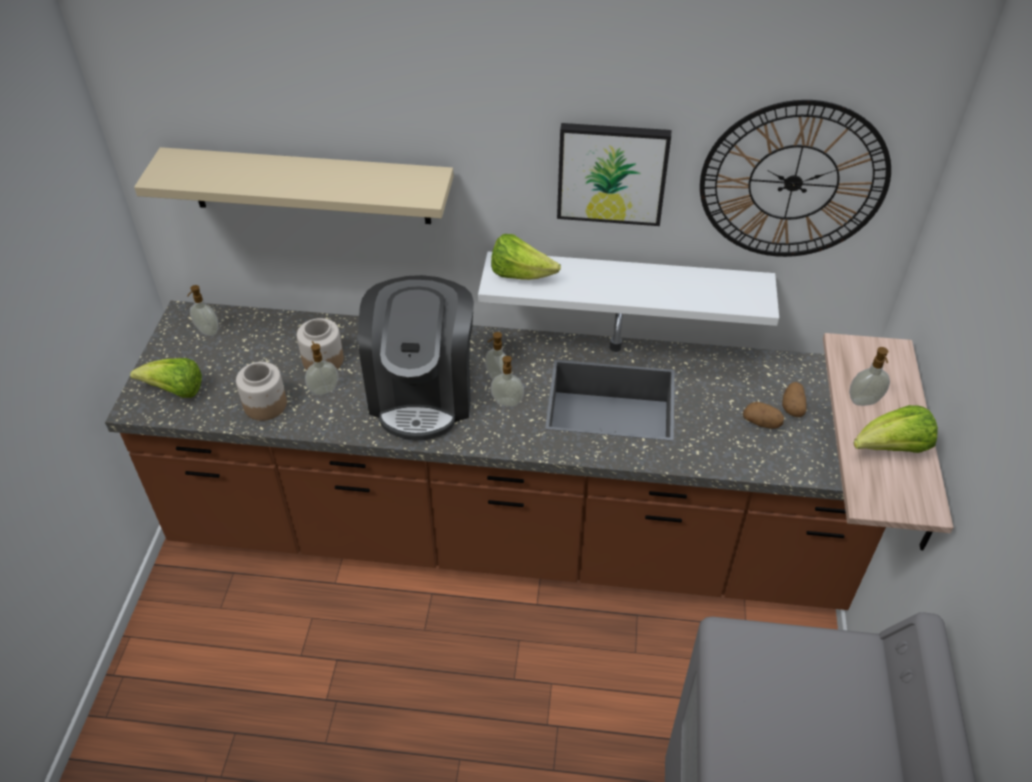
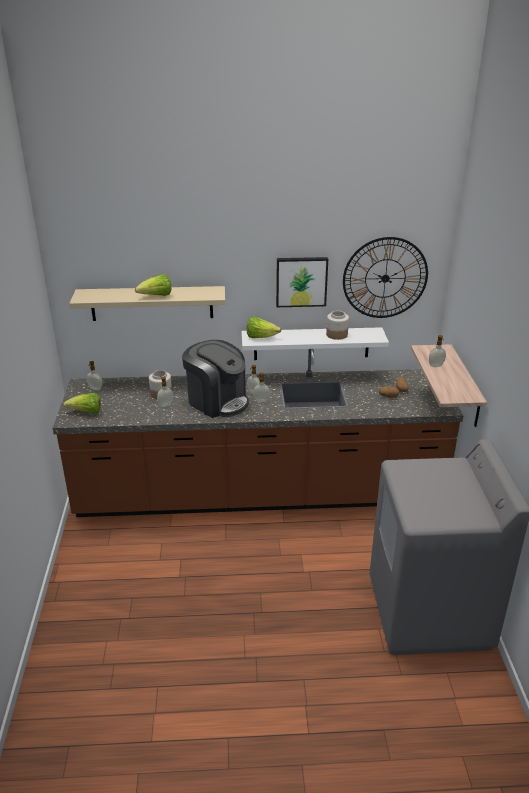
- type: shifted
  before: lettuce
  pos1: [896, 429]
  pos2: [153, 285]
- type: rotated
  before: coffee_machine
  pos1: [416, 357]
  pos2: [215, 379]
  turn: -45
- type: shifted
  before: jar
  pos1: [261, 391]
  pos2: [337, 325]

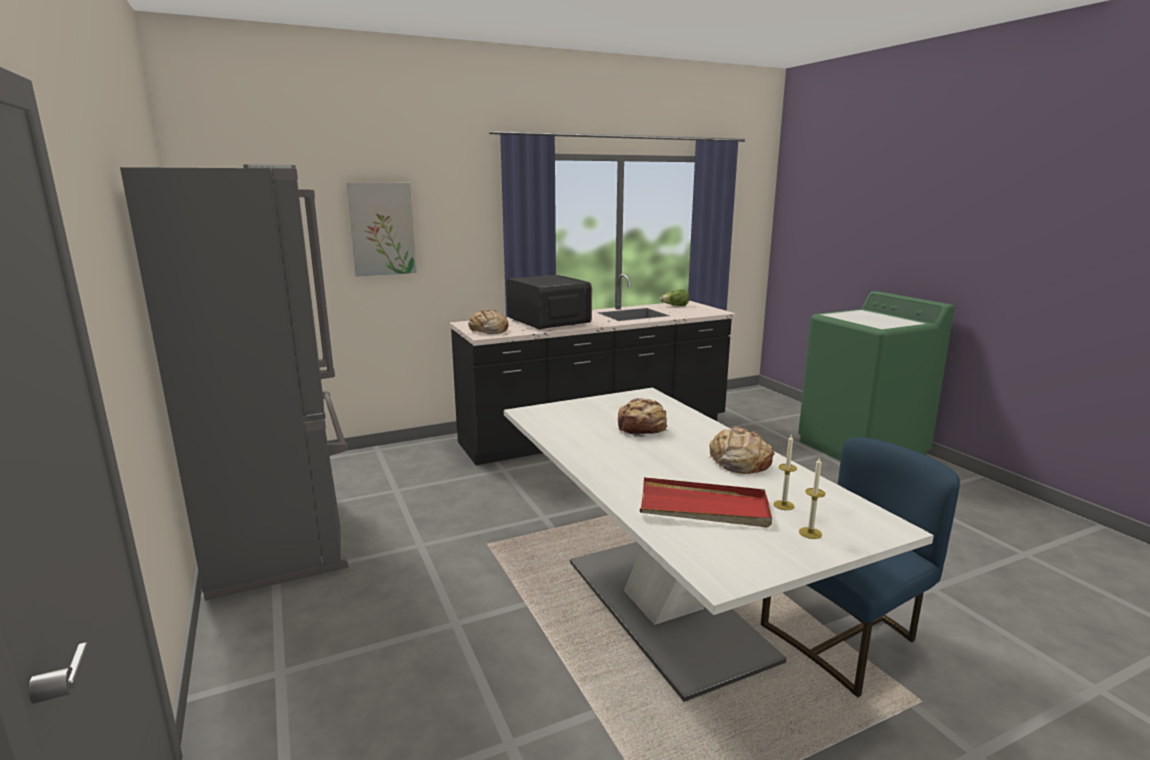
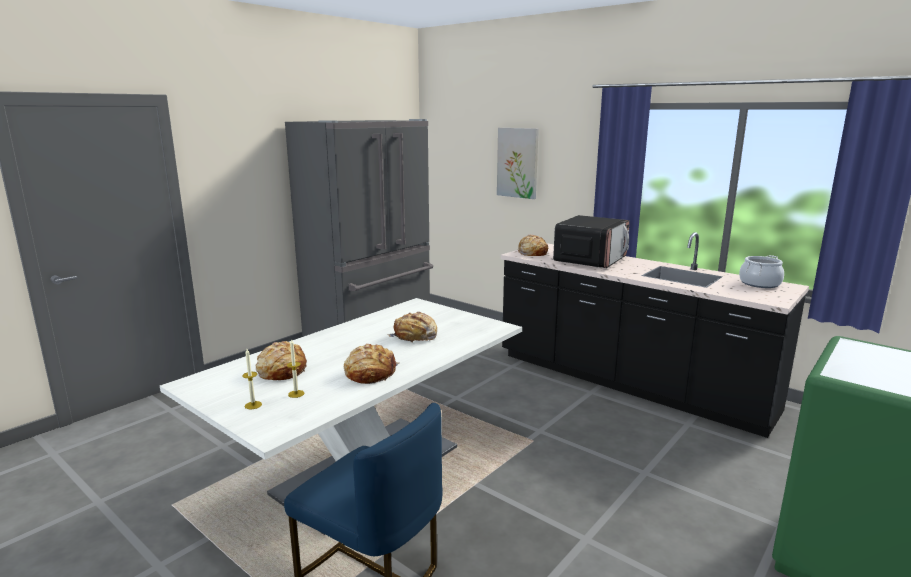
- type: swapped
  before: red_tray
  after: bread
  pos1: [706, 502]
  pos2: [281, 360]
- type: swapped
  before: lettuce
  after: cooking_pot
  pos1: [674, 297]
  pos2: [761, 271]

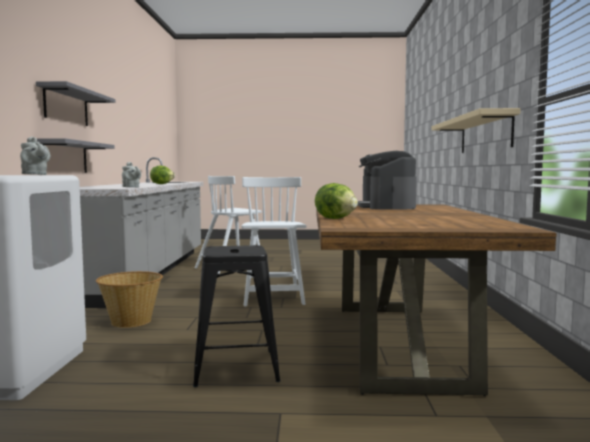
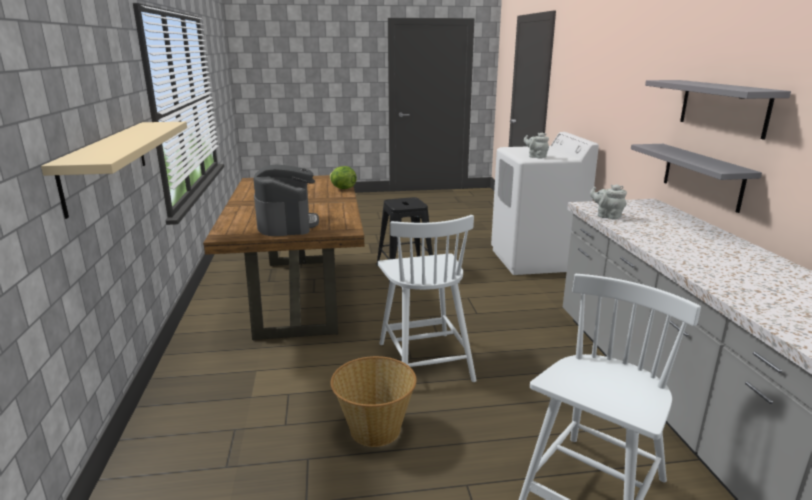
- type: shifted
  before: basket
  pos1: [129, 299]
  pos2: [373, 401]
- type: gone
  before: lettuce
  pos1: [162, 175]

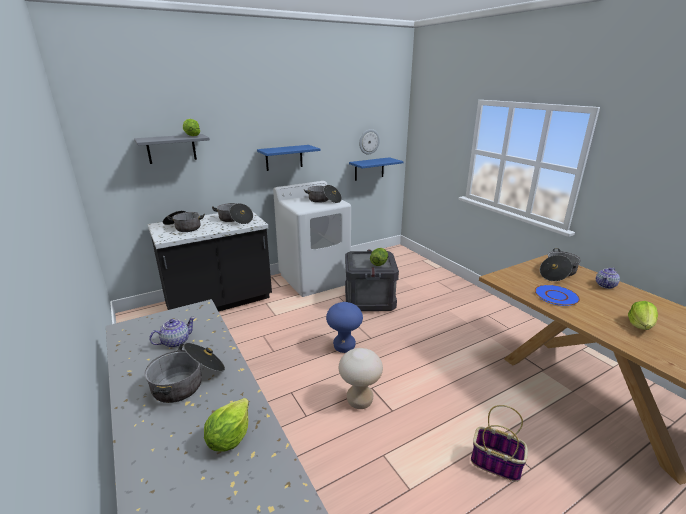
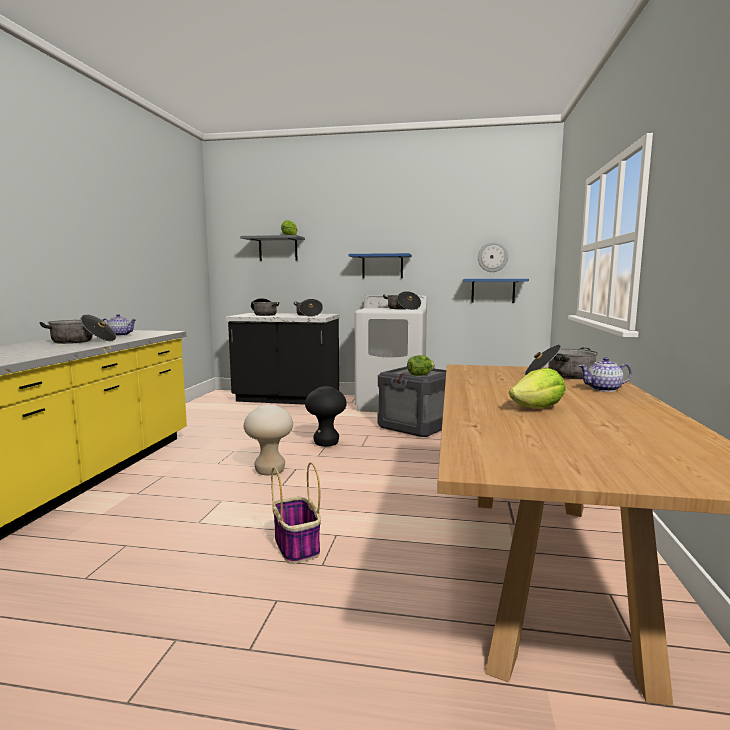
- type: repainted
  before: blue_stool
  after: black_stool
  pos1: [344, 327]
  pos2: [326, 416]
- type: gone
  before: lettuce
  pos1: [226, 425]
- type: gone
  before: blue_plate
  pos1: [557, 295]

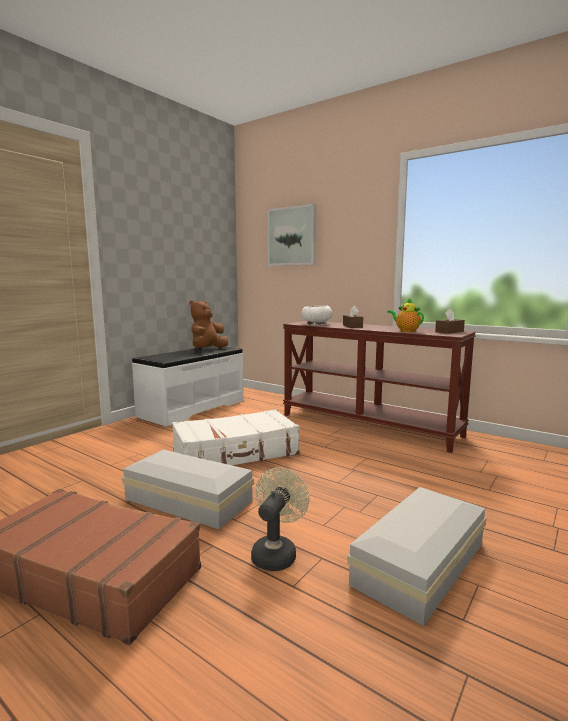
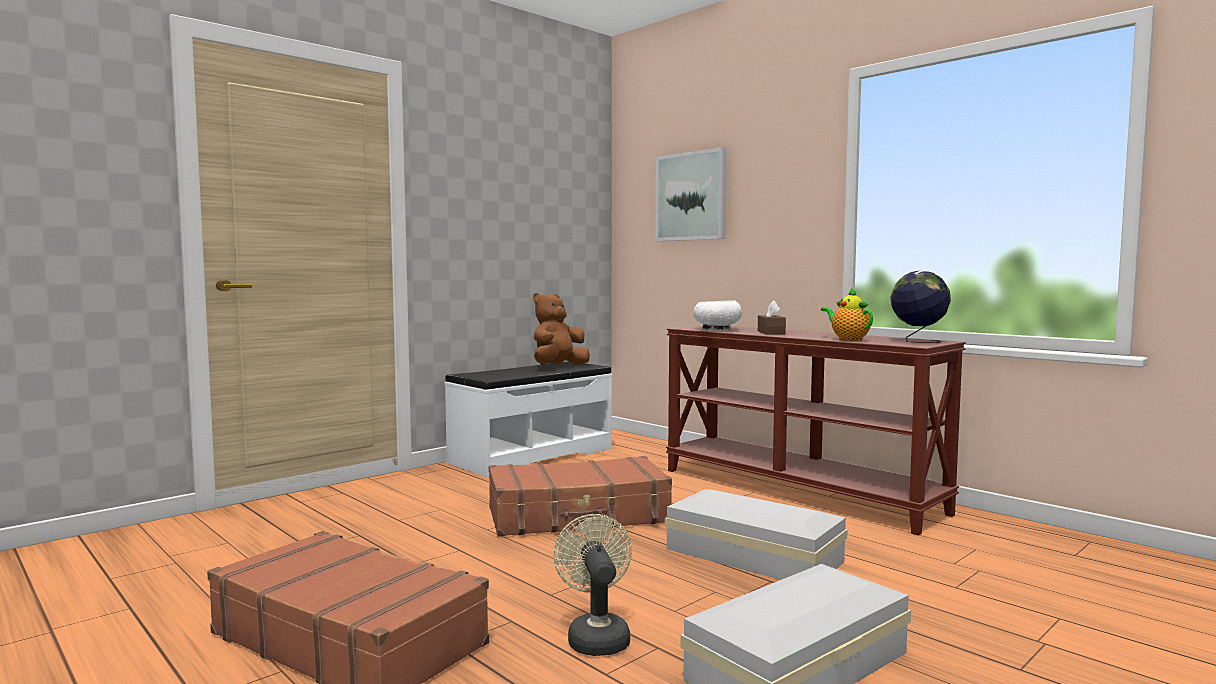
- type: repainted
  before: white_suitcase
  after: brown_suitcase
  pos1: [235, 437]
  pos2: [580, 496]
- type: rotated
  before: beige_fan
  pos1: [280, 519]
  pos2: [592, 585]
  turn: -45
- type: shifted
  before: white_storage_box
  pos1: [188, 489]
  pos2: [756, 534]
- type: swapped
  before: brown_tissue_box
  after: globe
  pos1: [450, 321]
  pos2: [920, 307]

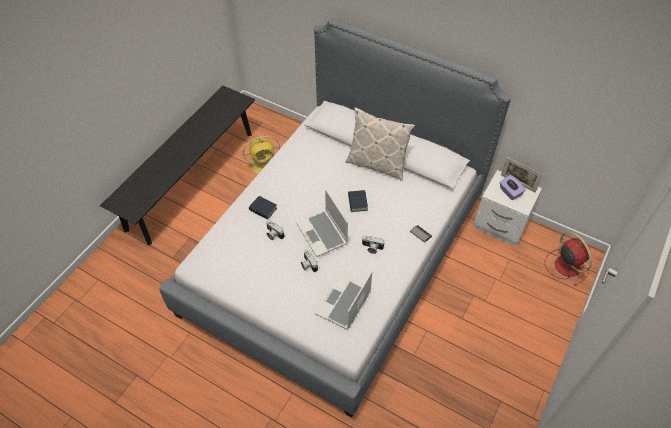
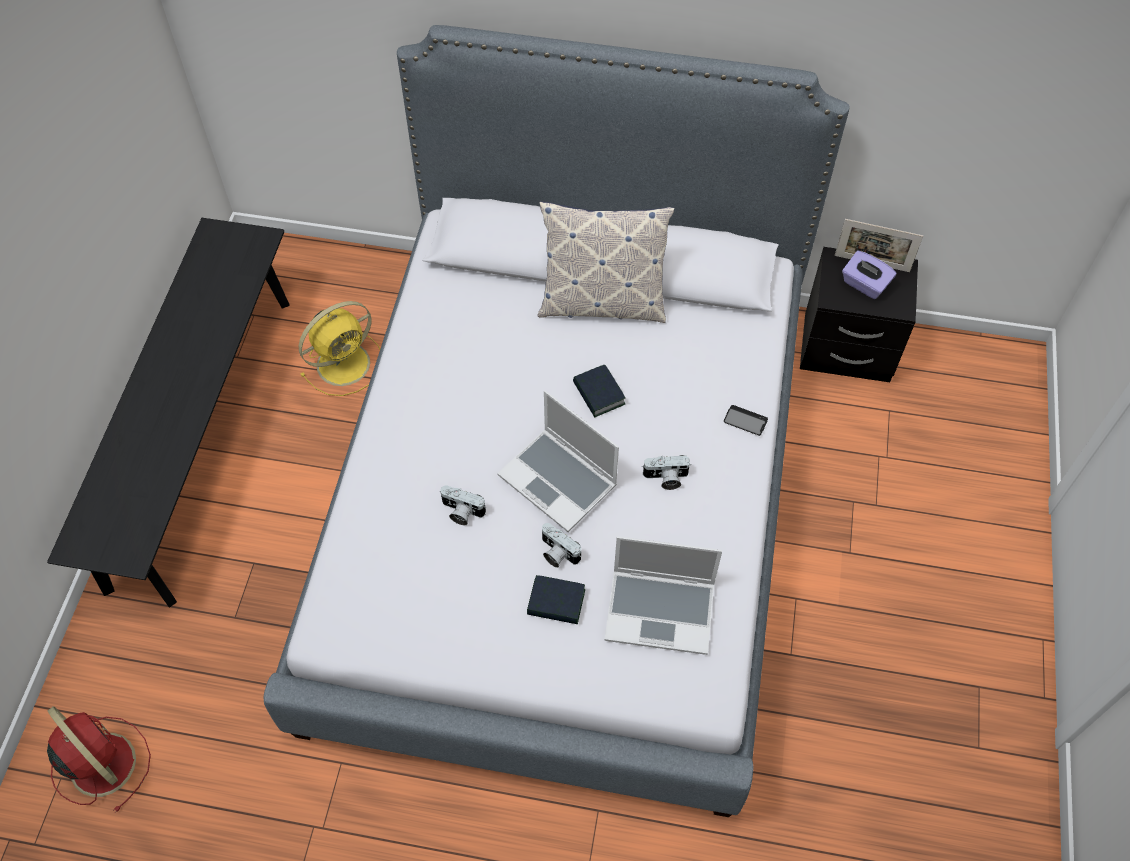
- type: shifted
  before: red_fan
  pos1: [568, 259]
  pos2: [99, 759]
- type: shifted
  before: book
  pos1: [263, 208]
  pos2: [556, 599]
- type: rotated
  before: laptop
  pos1: [343, 300]
  pos2: [663, 595]
  turn: -90
- type: repainted
  before: white_nightstand
  after: black_nightstand
  pos1: [507, 208]
  pos2: [859, 314]

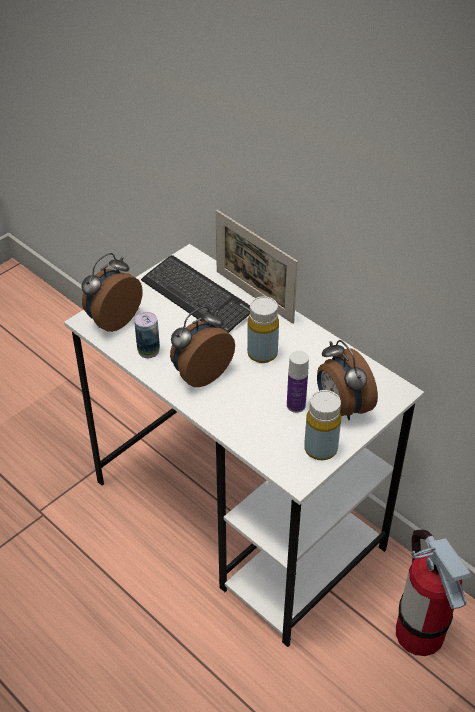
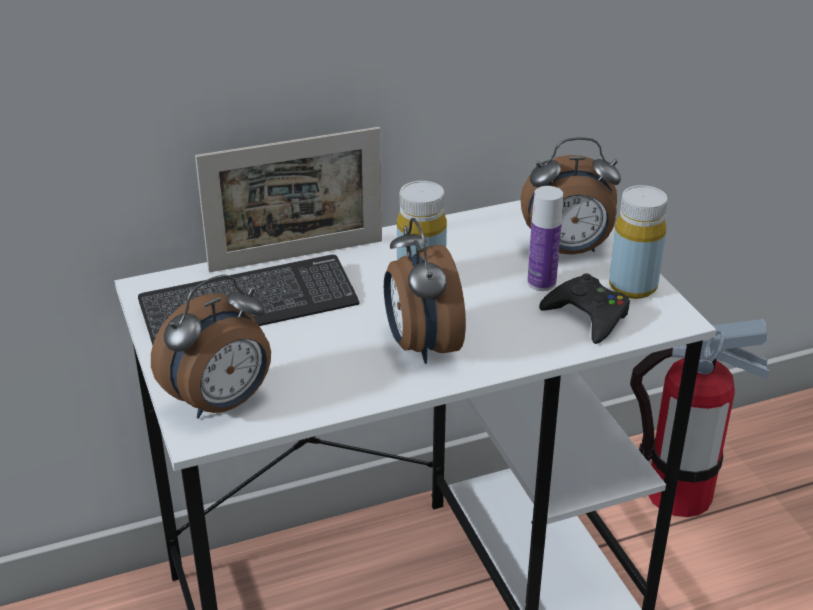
- type: rotated
  before: alarm_clock
  pos1: [112, 292]
  pos2: [211, 346]
  turn: -105
- type: new
  after: black_game_controller
  pos2: [584, 309]
- type: gone
  before: can
  pos1: [147, 335]

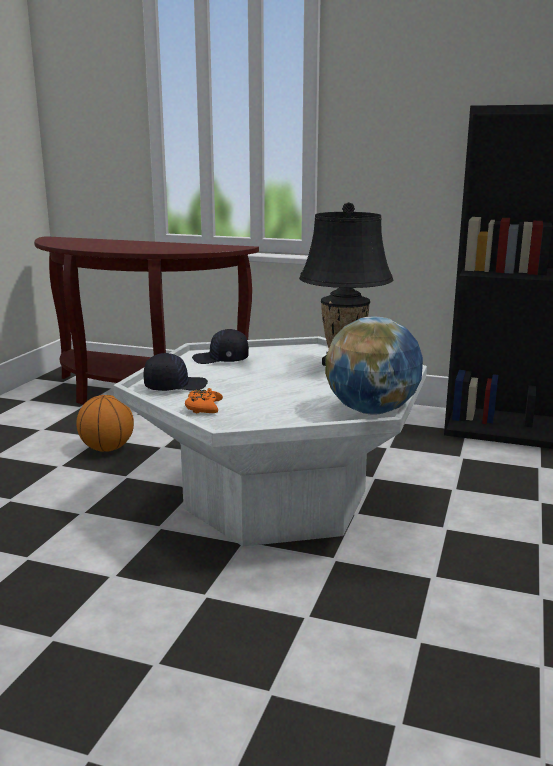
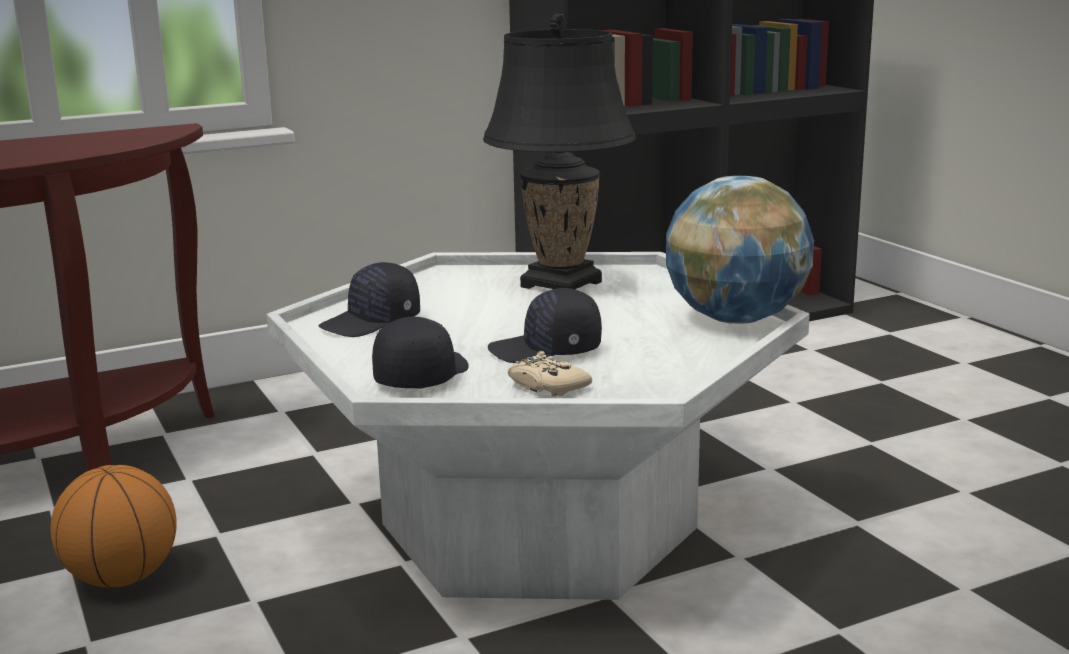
- type: new
  after: black_cap
  pos2: [545, 325]
- type: repainted
  before: orange_game_controller
  after: beige_game_controller
  pos1: [204, 401]
  pos2: [550, 374]

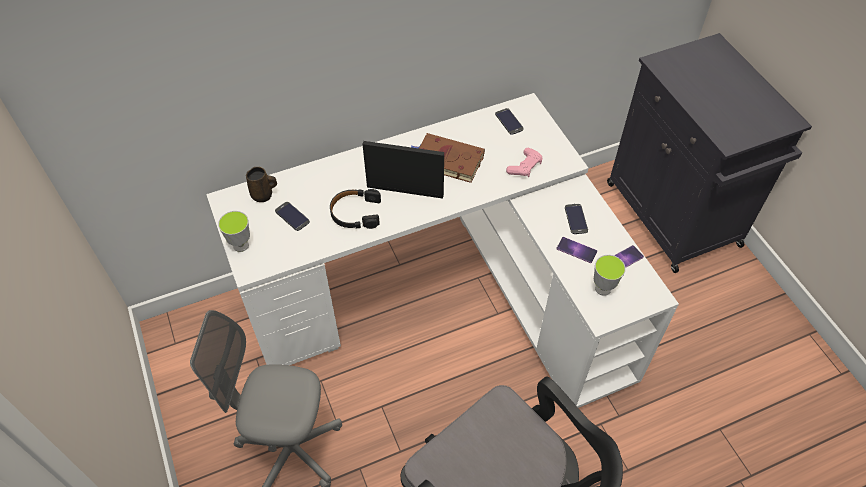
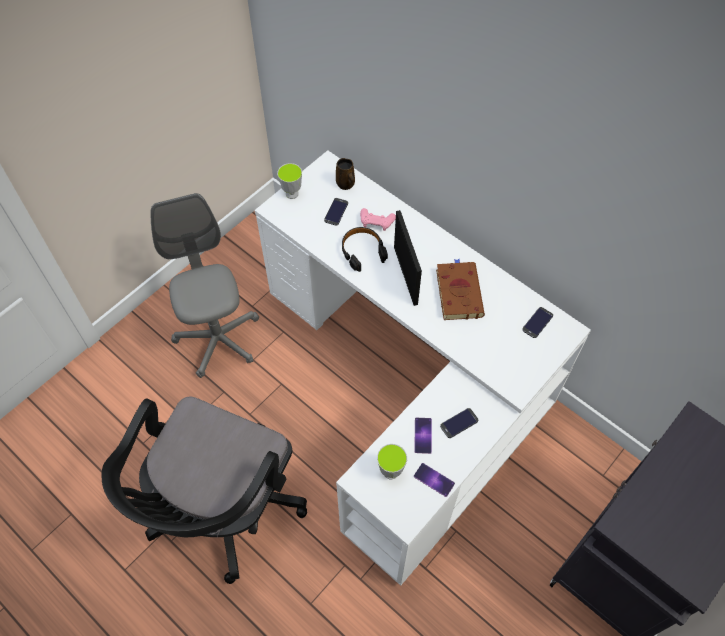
- type: shifted
  before: pink_game_controller
  pos1: [524, 162]
  pos2: [378, 219]

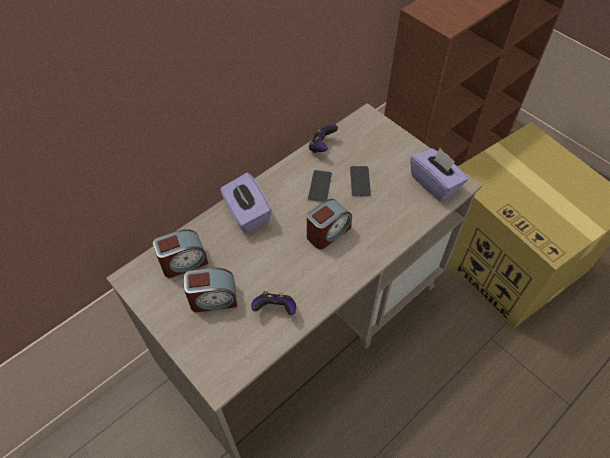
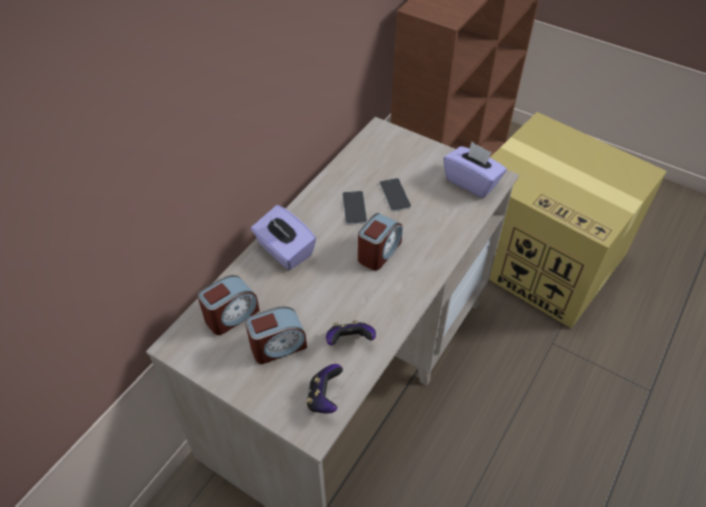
- type: shifted
  before: game_controller
  pos1: [323, 138]
  pos2: [325, 388]

